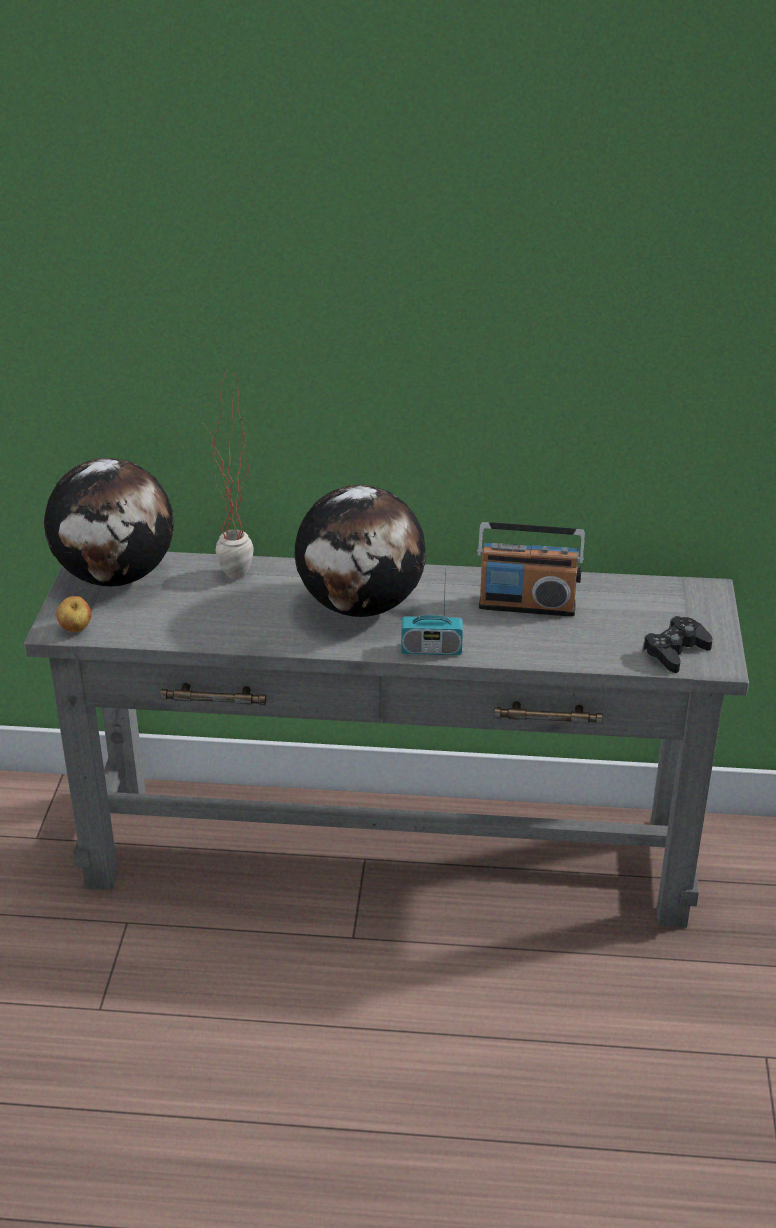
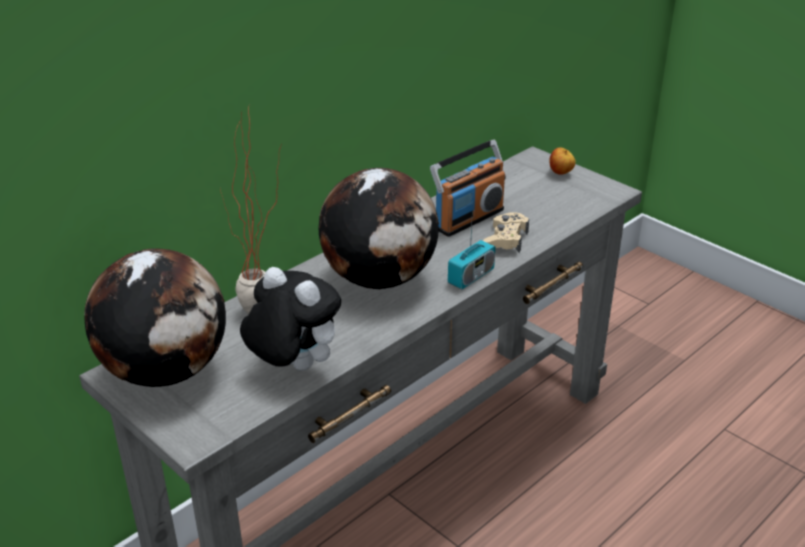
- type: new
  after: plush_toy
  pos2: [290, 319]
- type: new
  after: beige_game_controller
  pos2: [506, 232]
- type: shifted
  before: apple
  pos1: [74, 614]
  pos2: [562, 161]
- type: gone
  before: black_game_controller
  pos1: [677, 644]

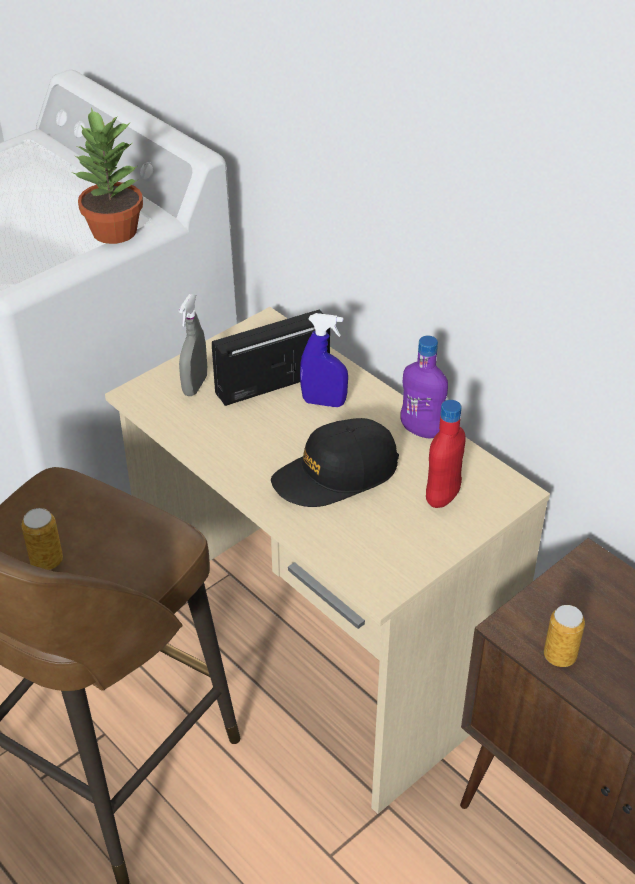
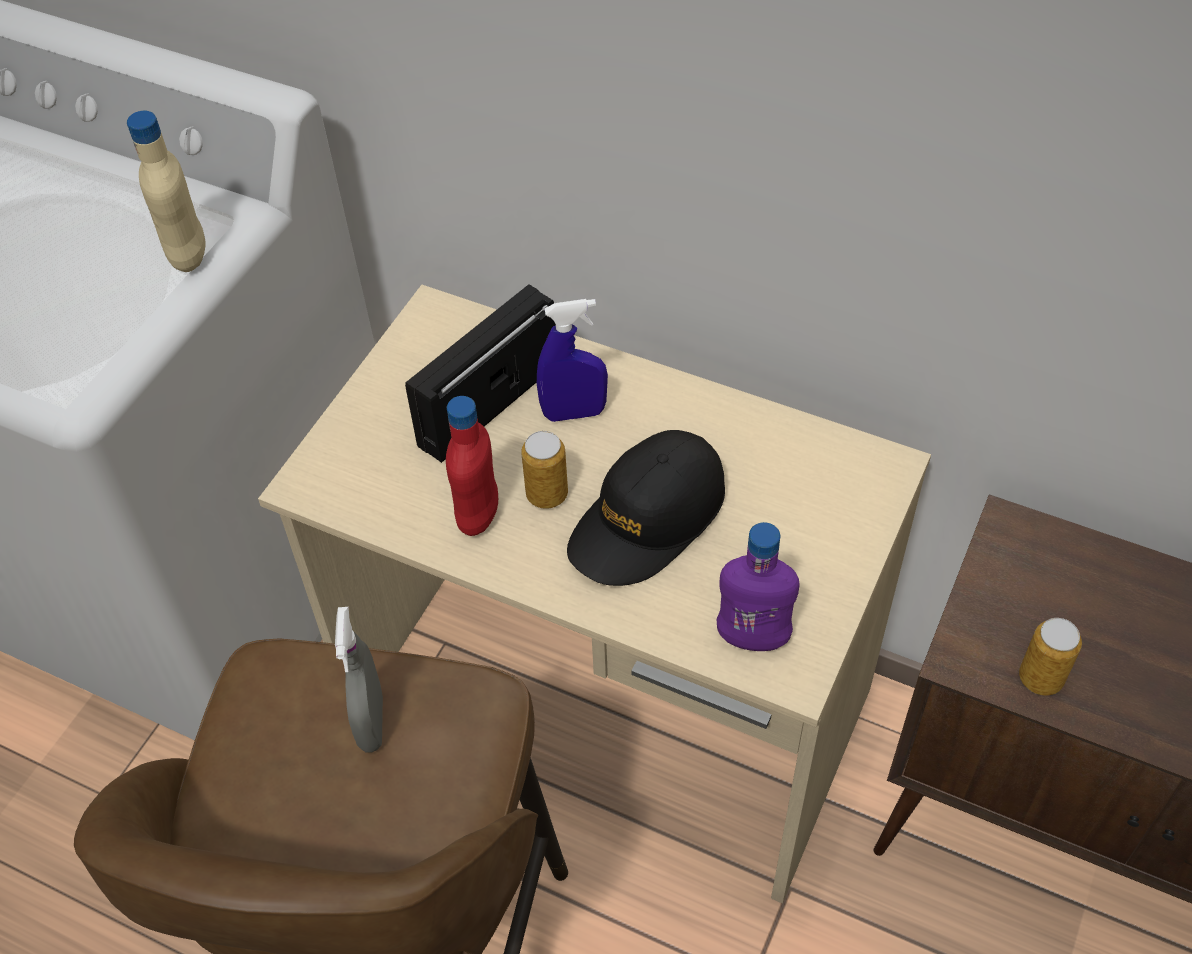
- type: swapped
  before: potted_plant
  after: beige_bottle
  pos1: [108, 176]
  pos2: [166, 191]
- type: shifted
  before: grey_spray_bottle
  pos1: [193, 345]
  pos2: [359, 680]
- type: shifted
  before: red_bottle
  pos1: [446, 454]
  pos2: [472, 466]
- type: shifted
  before: can
  pos1: [42, 539]
  pos2: [544, 470]
- type: shifted
  before: purple_bottle
  pos1: [424, 387]
  pos2: [758, 586]

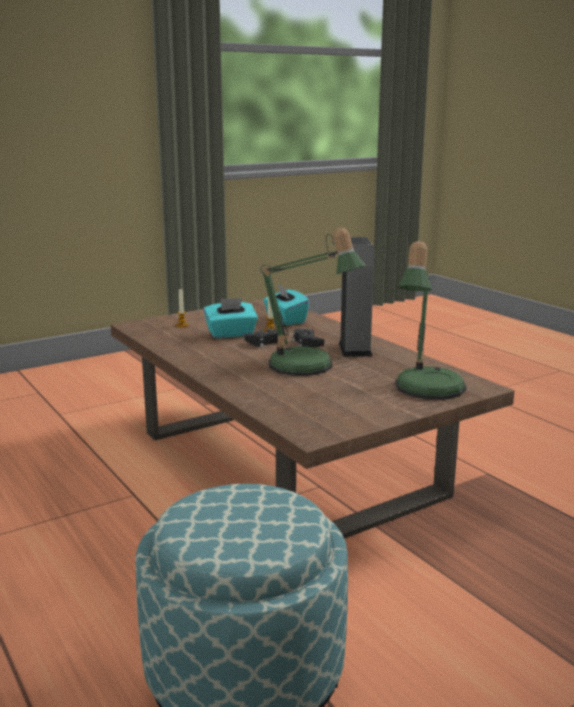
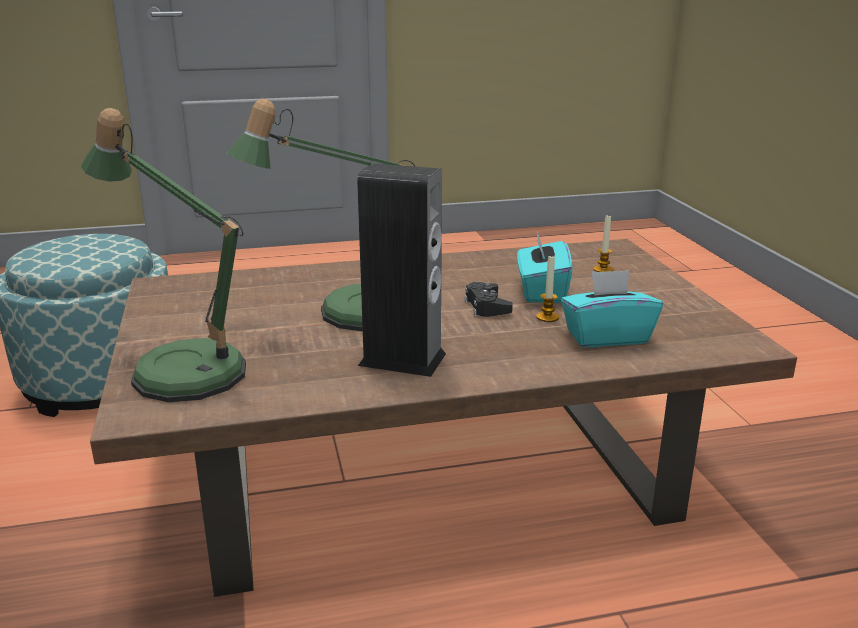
- type: gone
  before: black_game_controller
  pos1: [308, 338]

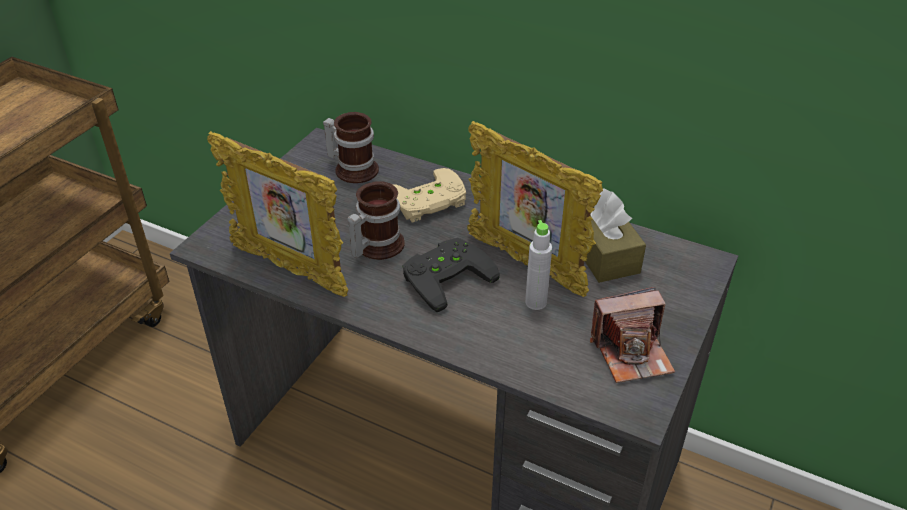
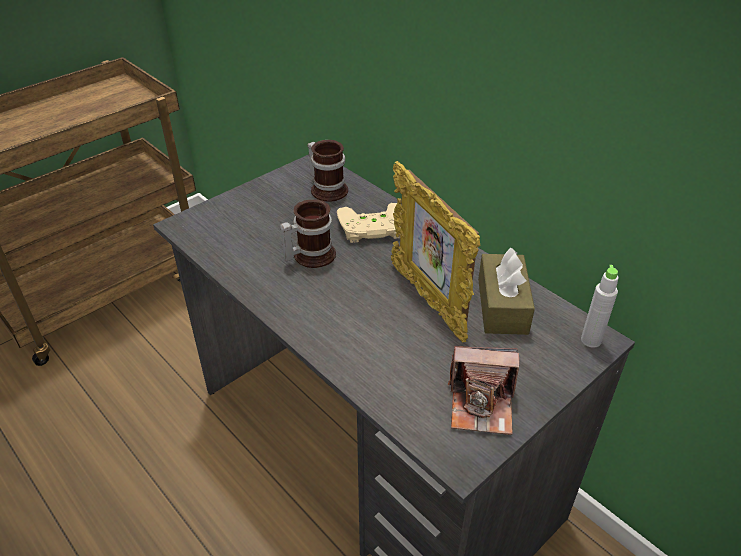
- type: shifted
  before: grey_bottle
  pos1: [538, 265]
  pos2: [600, 306]
- type: gone
  before: picture_frame
  pos1: [277, 214]
- type: gone
  before: black_game_controller
  pos1: [451, 275]

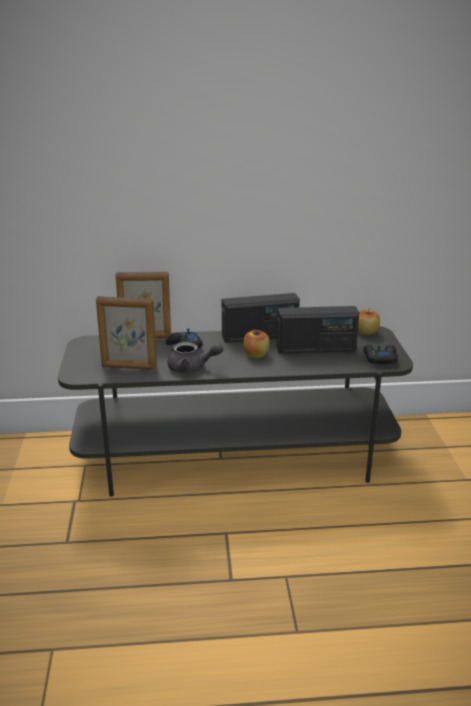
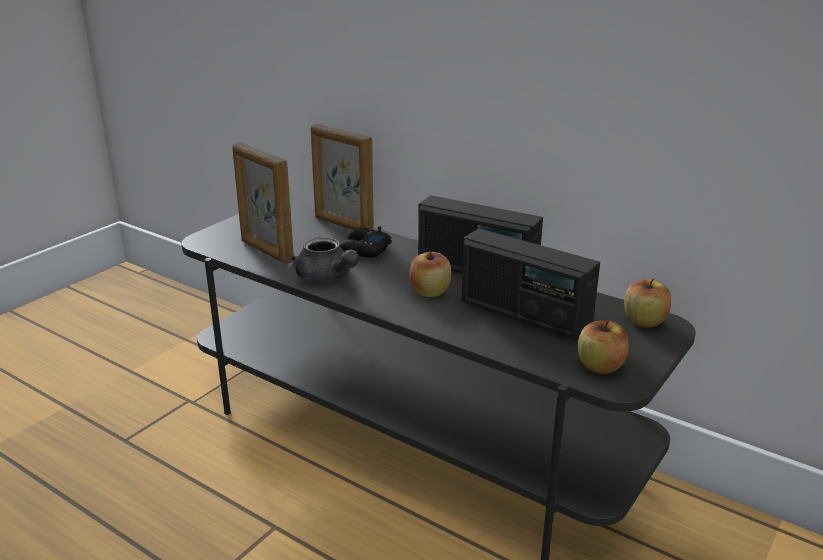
- type: swapped
  before: black_game_controller
  after: apple
  pos1: [380, 354]
  pos2: [603, 347]

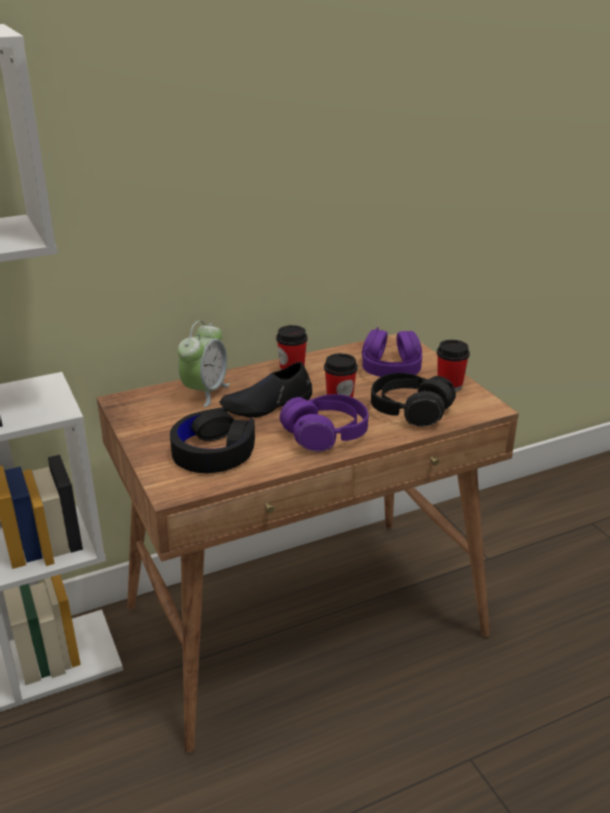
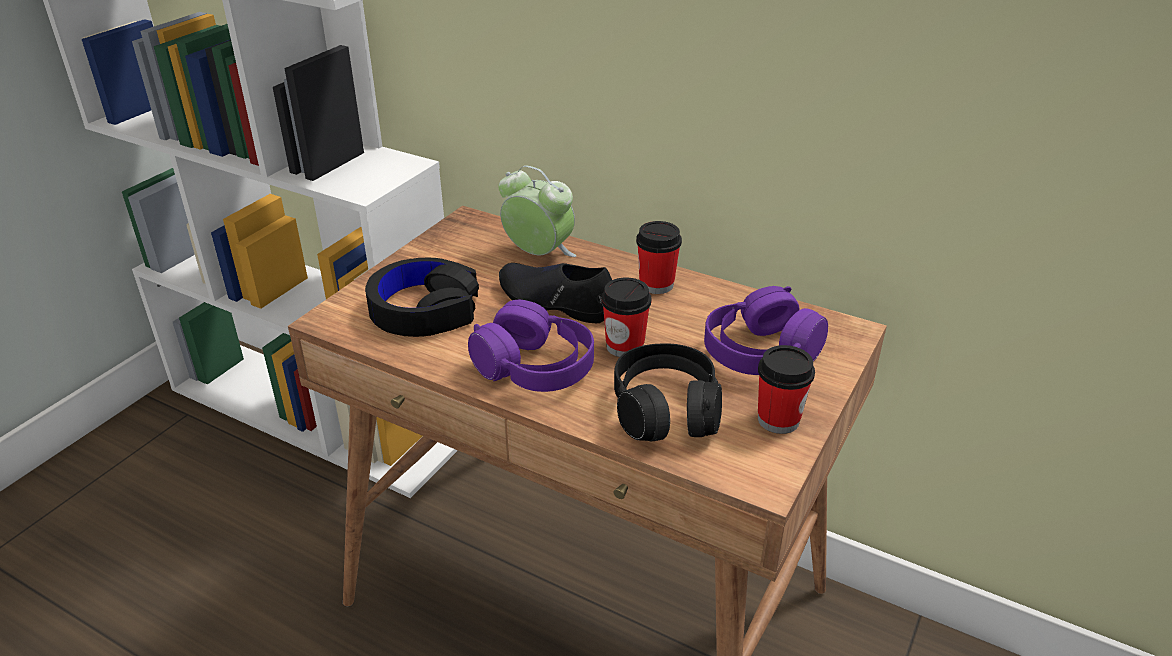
- type: rotated
  before: alarm_clock
  pos1: [204, 364]
  pos2: [537, 211]
  turn: -135

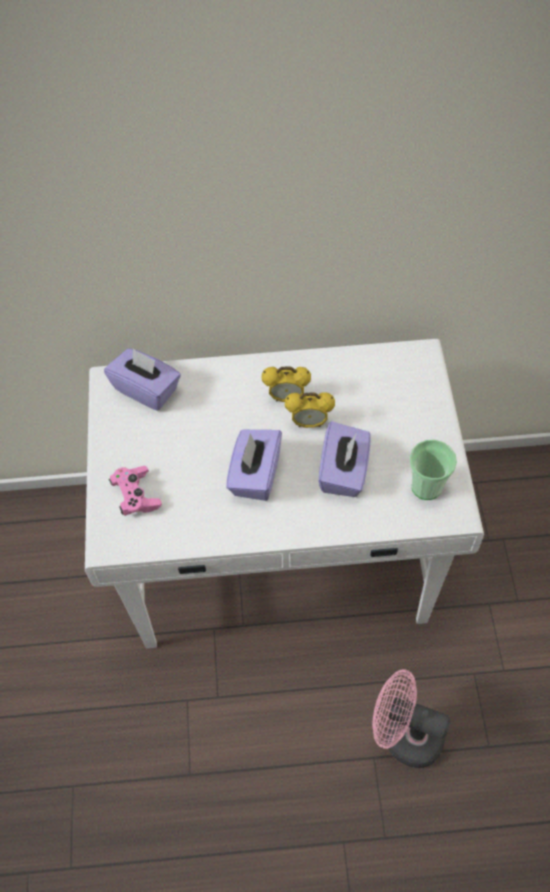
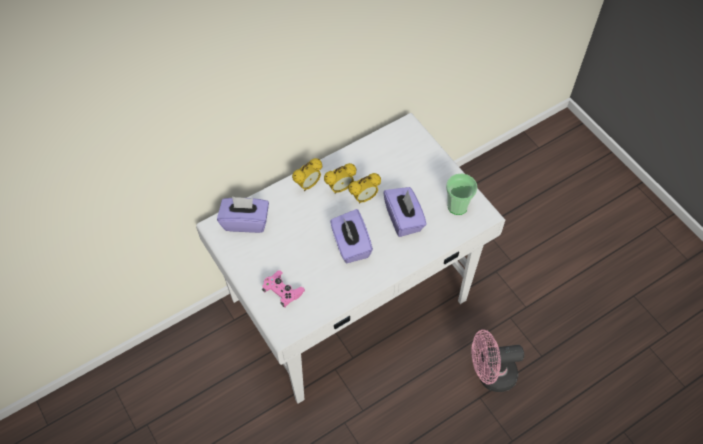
- type: new
  after: alarm_clock
  pos2: [307, 174]

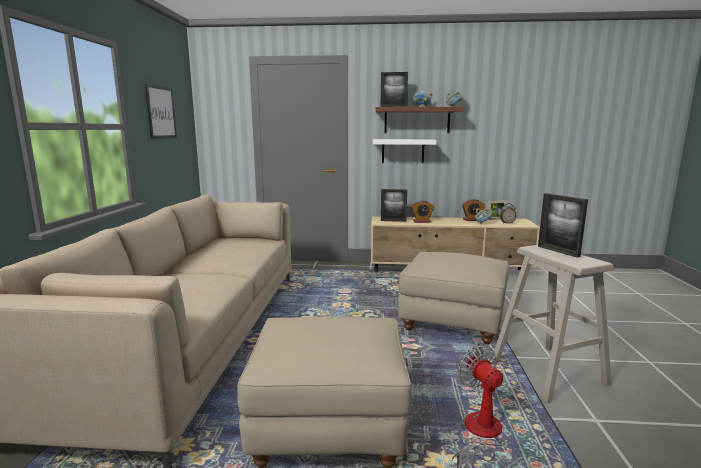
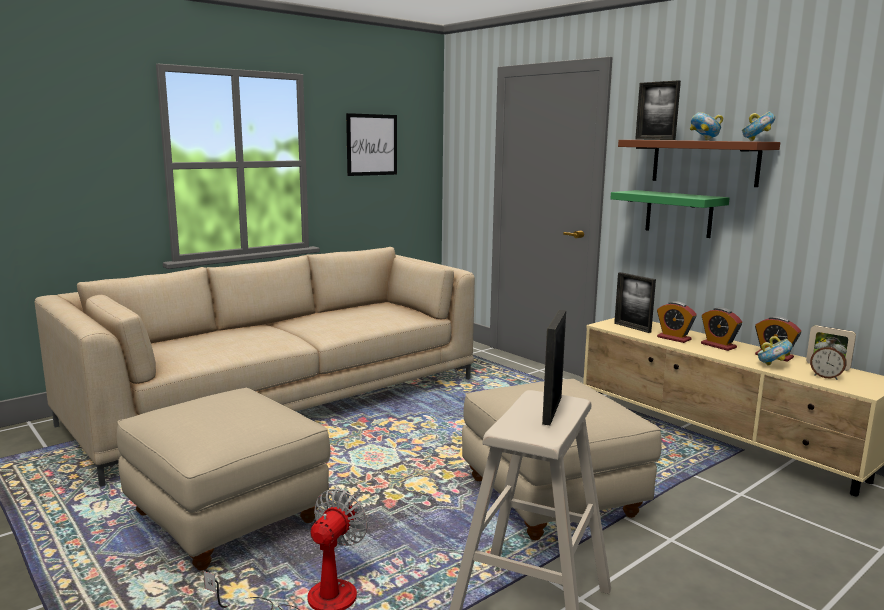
- type: repainted
  before: white_shelf
  after: green_shelf
  pos1: [405, 151]
  pos2: [670, 214]
- type: new
  after: alarm_clock
  pos2: [721, 329]

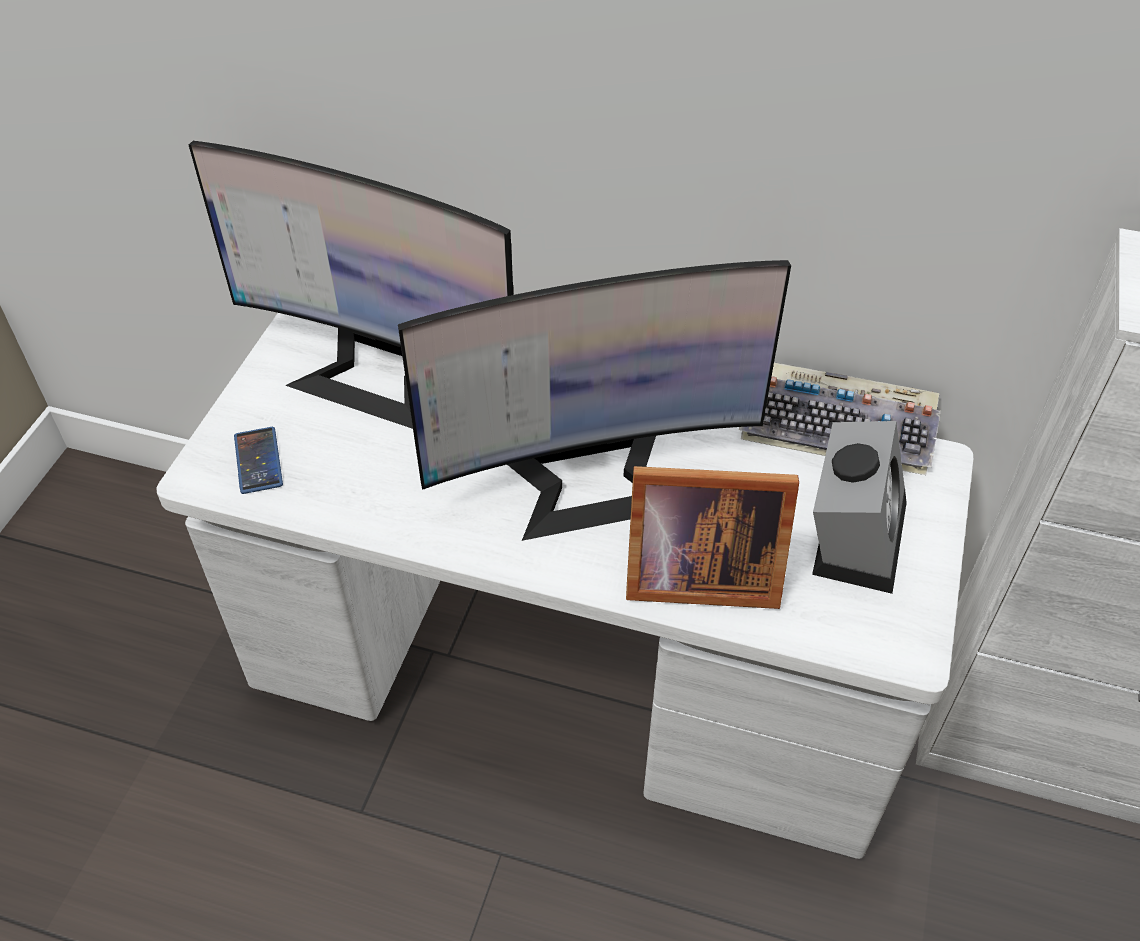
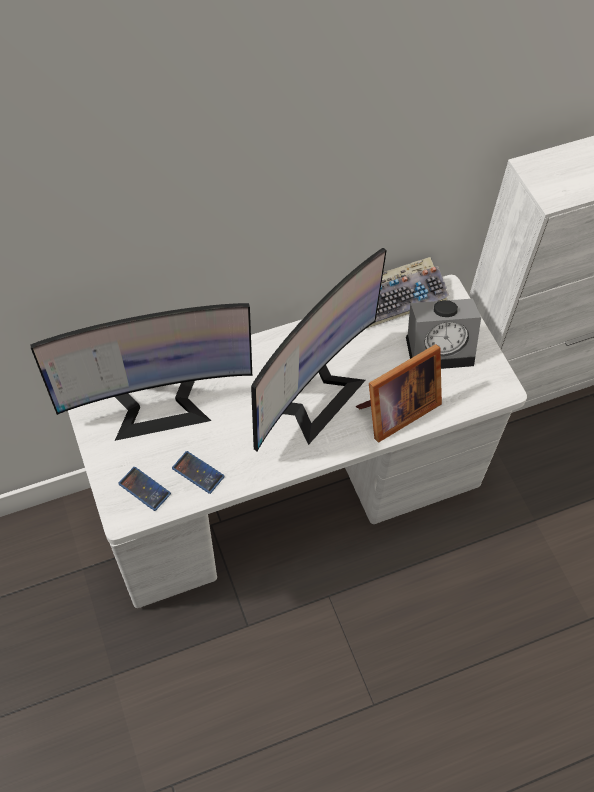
- type: new
  after: phone
  pos2: [198, 472]
- type: rotated
  before: alarm_clock
  pos1: [859, 507]
  pos2: [443, 334]
  turn: 105

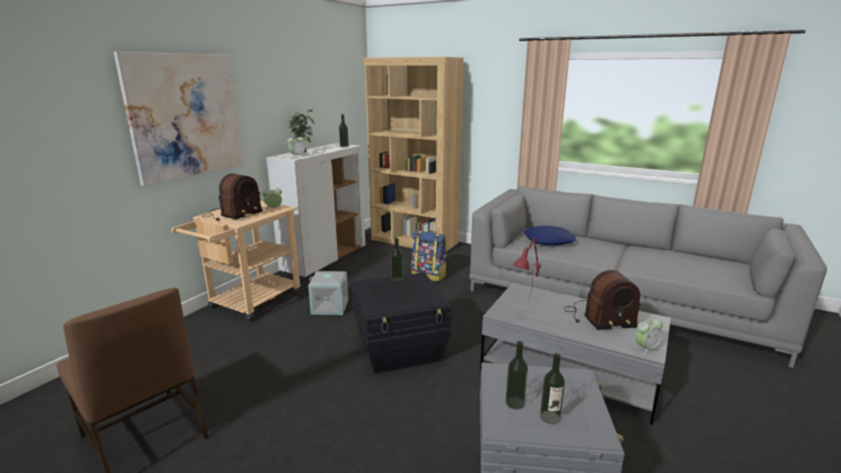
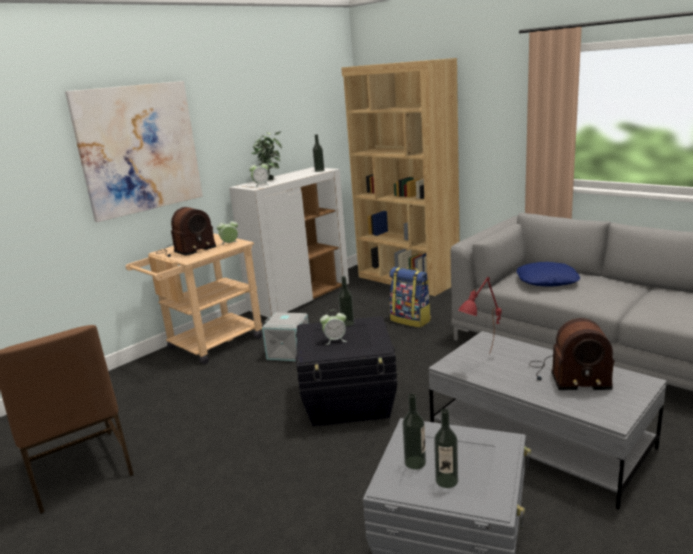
- type: shifted
  before: alarm_clock
  pos1: [649, 335]
  pos2: [333, 327]

